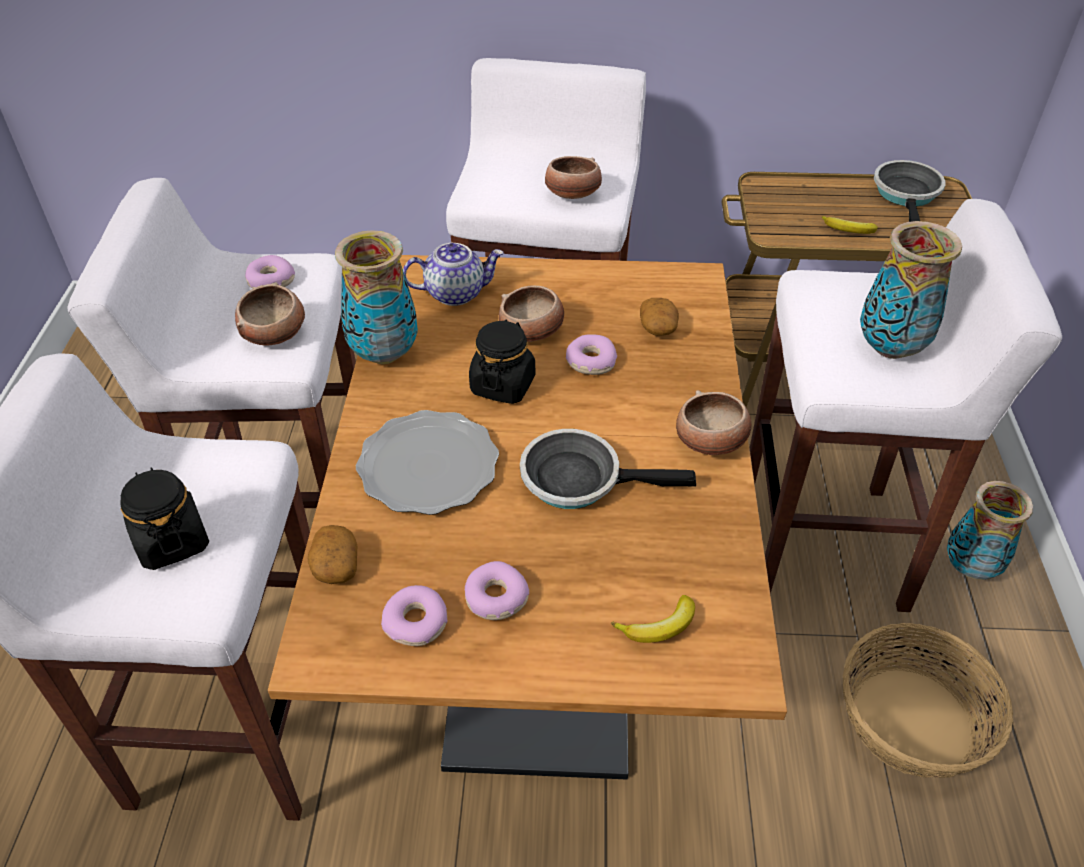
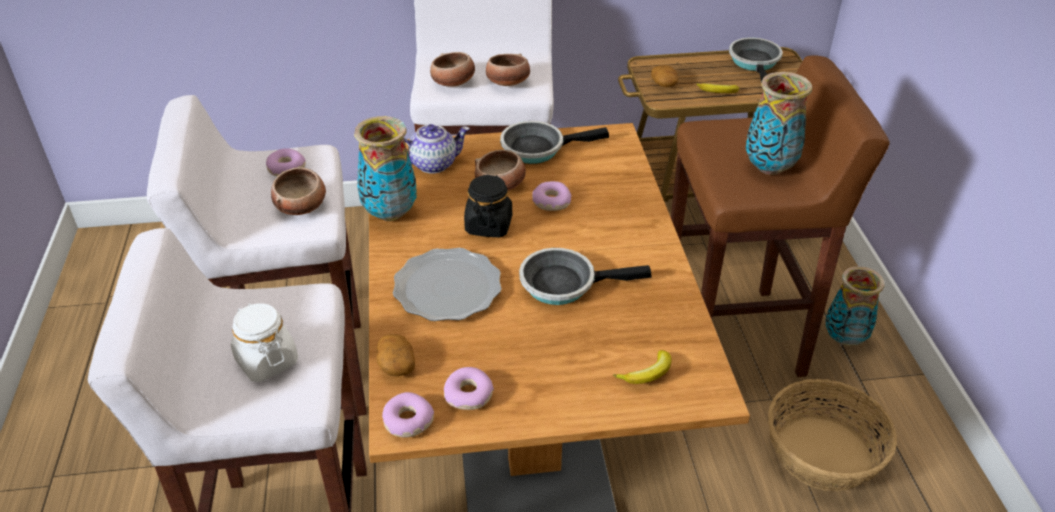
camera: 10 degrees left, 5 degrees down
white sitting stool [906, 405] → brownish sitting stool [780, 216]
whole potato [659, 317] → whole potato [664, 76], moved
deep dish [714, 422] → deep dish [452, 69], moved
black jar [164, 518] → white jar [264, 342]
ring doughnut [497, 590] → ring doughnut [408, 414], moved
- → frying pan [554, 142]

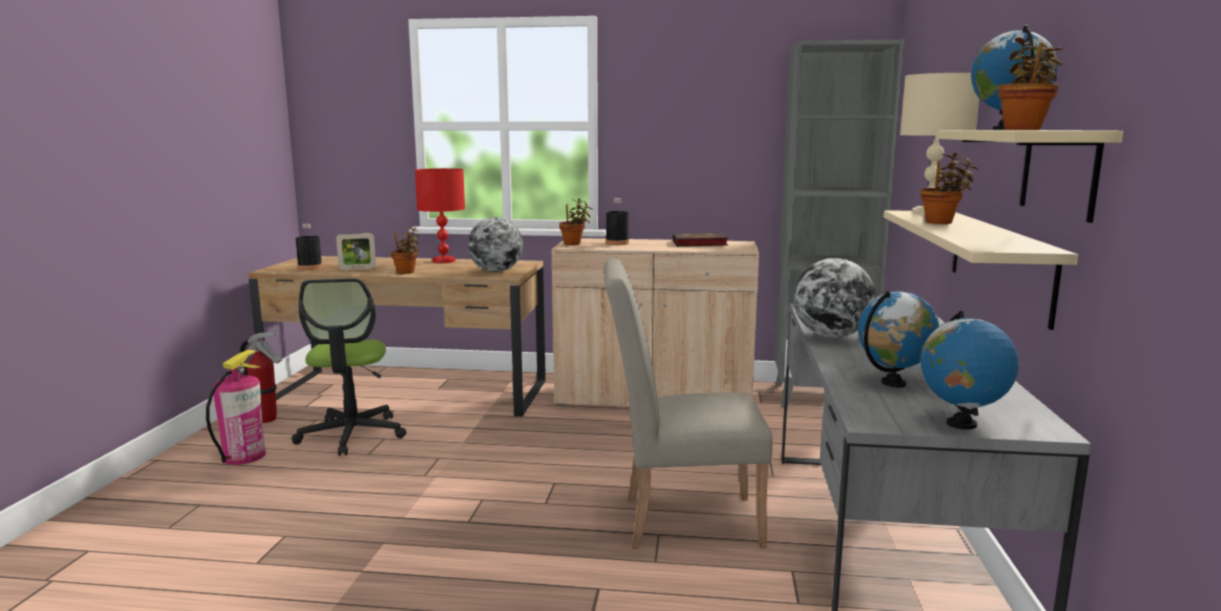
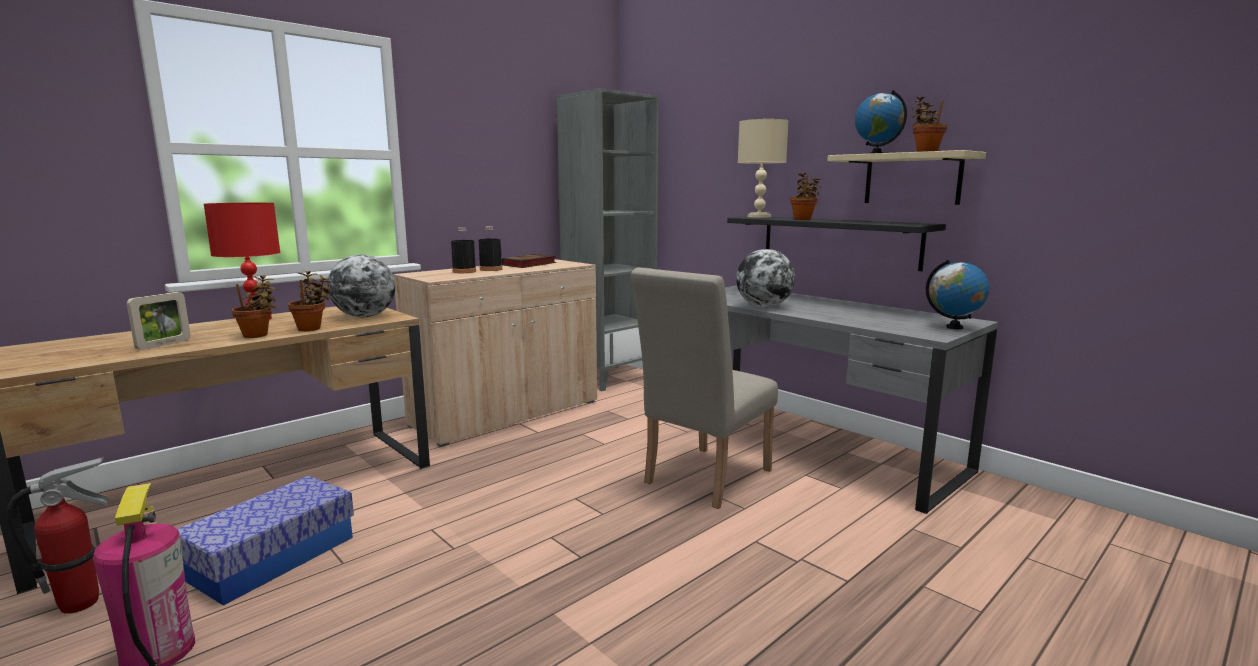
camera: 50 degrees left, 0 degrees up
houseplant [575, 222] → houseplant [309, 301], moved
sand-coloured bracket shelf [981, 270] → black bracket shelf [836, 244]
black bottle [308, 246] → black bottle [491, 248], moved
office chair [349, 367] → storage container [265, 541]
desk globe [898, 339] → -

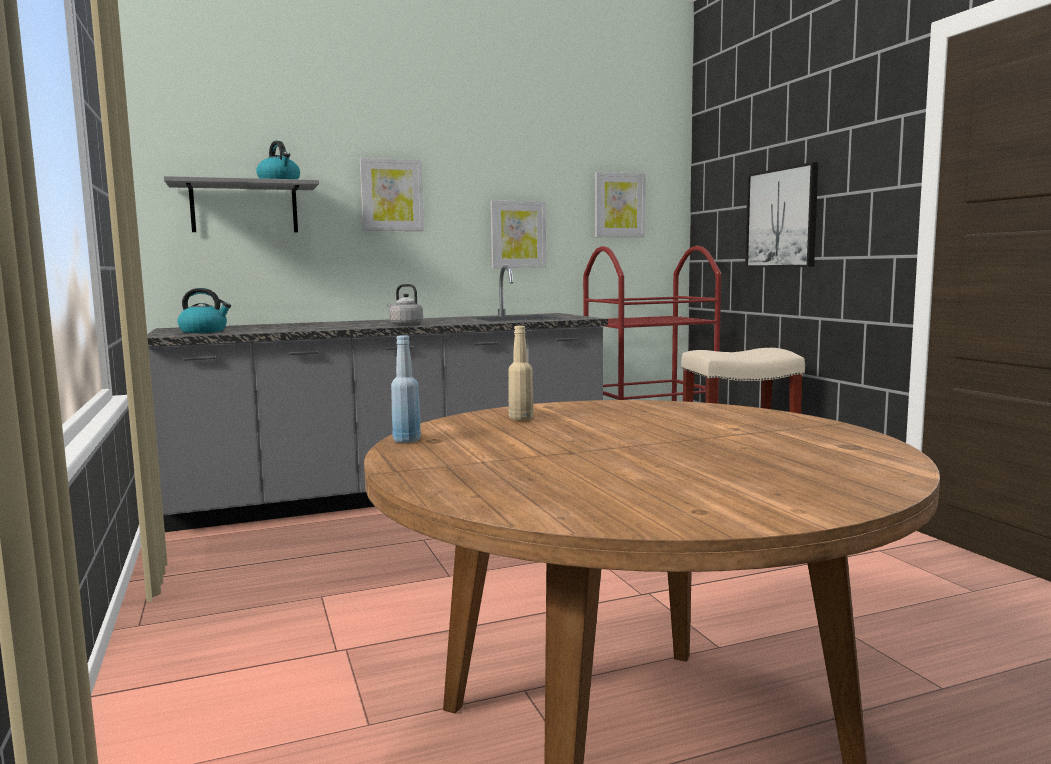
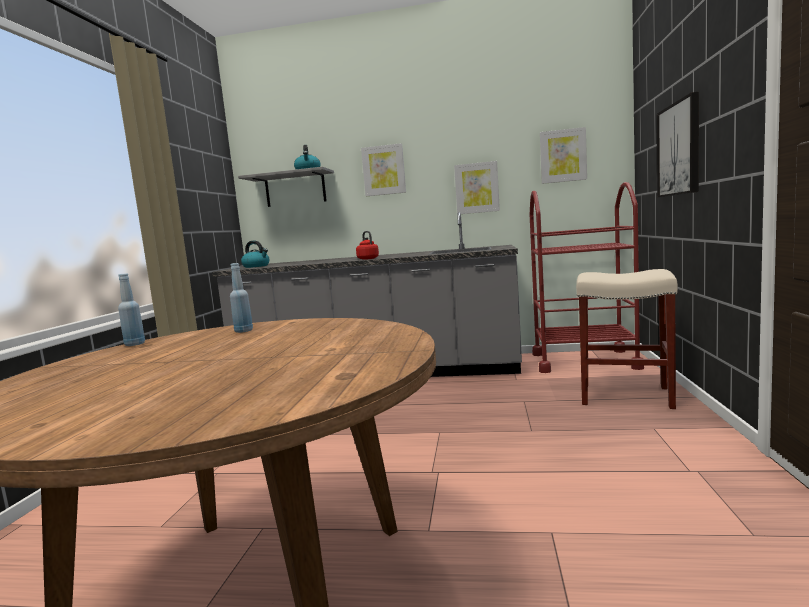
camera: 30 degrees right, 0 degrees up
greyish tea kettle [405, 305] → reddish tea kettle [367, 245]
sand-coloured bottle [521, 373] → blue-coloured bottle [241, 298]

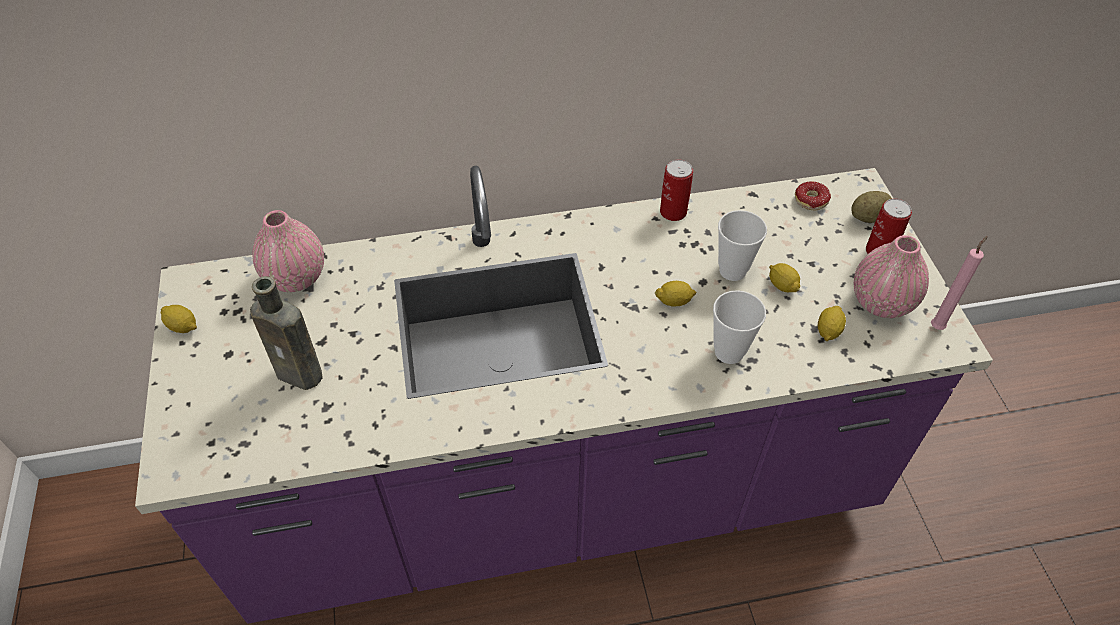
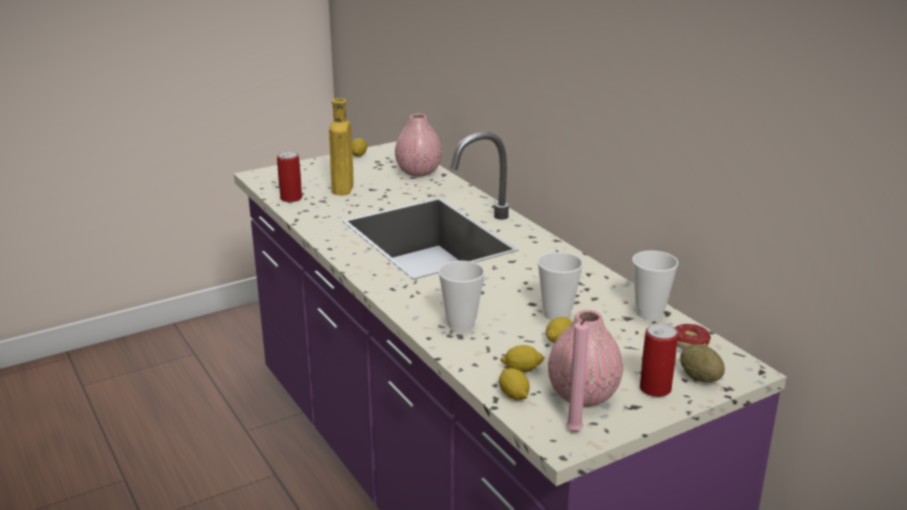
camera: 70 degrees right, 25 degrees down
sealed can [676, 190] → sealed can [289, 176], moved
brownish bottle [286, 333] → yellow bottle [341, 146]
citrus fruit [676, 293] → citrus fruit [514, 384], moved
- → drinking cup [655, 285]

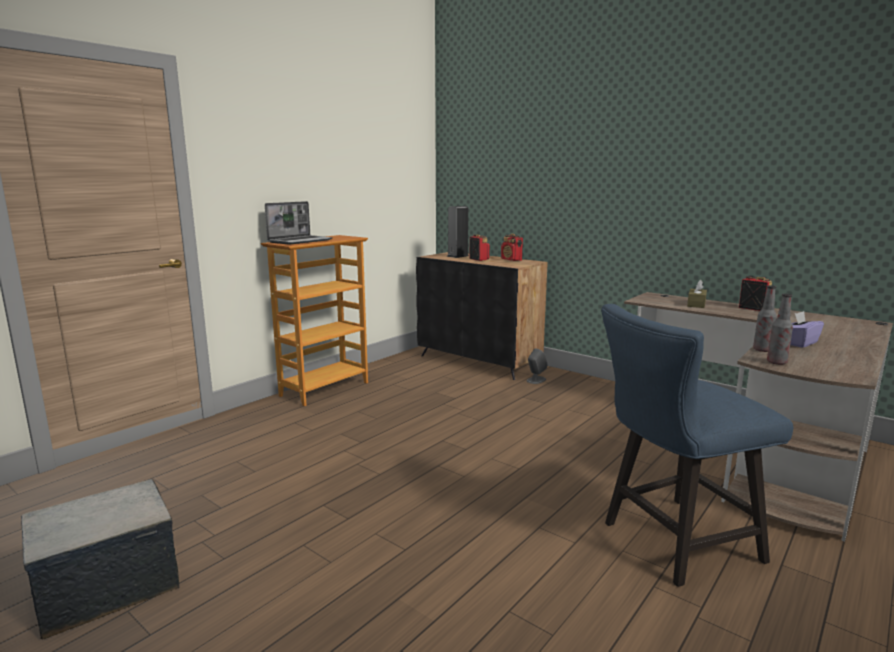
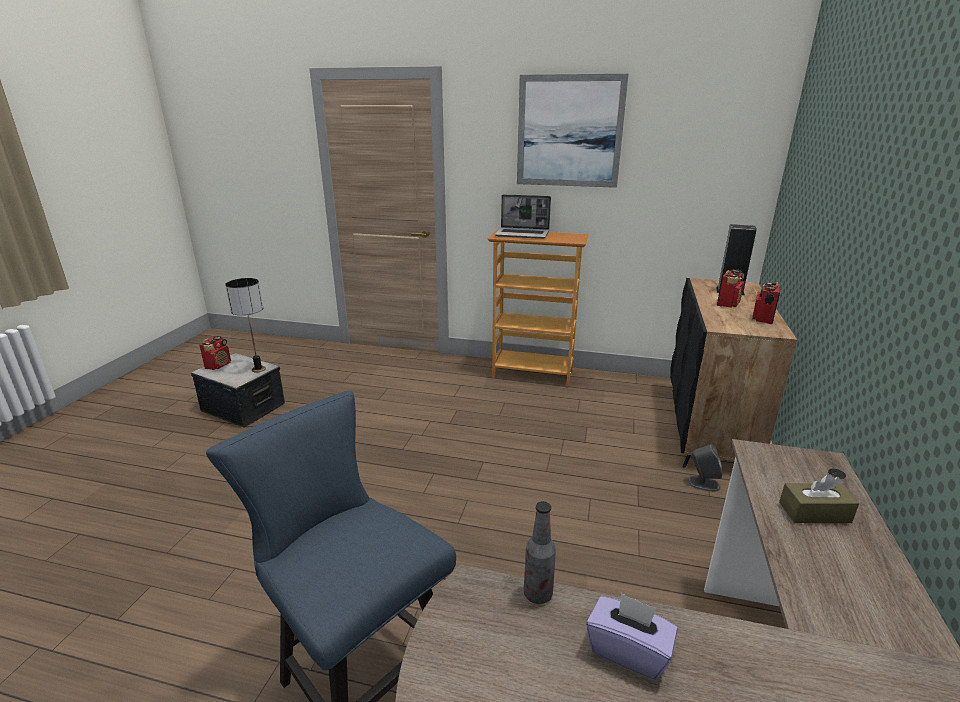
camera: 65 degrees right, 10 degrees up
radio set [755, 293] → radio set [215, 353], moved
bottle [780, 329] → -
- → wall art [572, 131]
- → lamp for a table [245, 325]

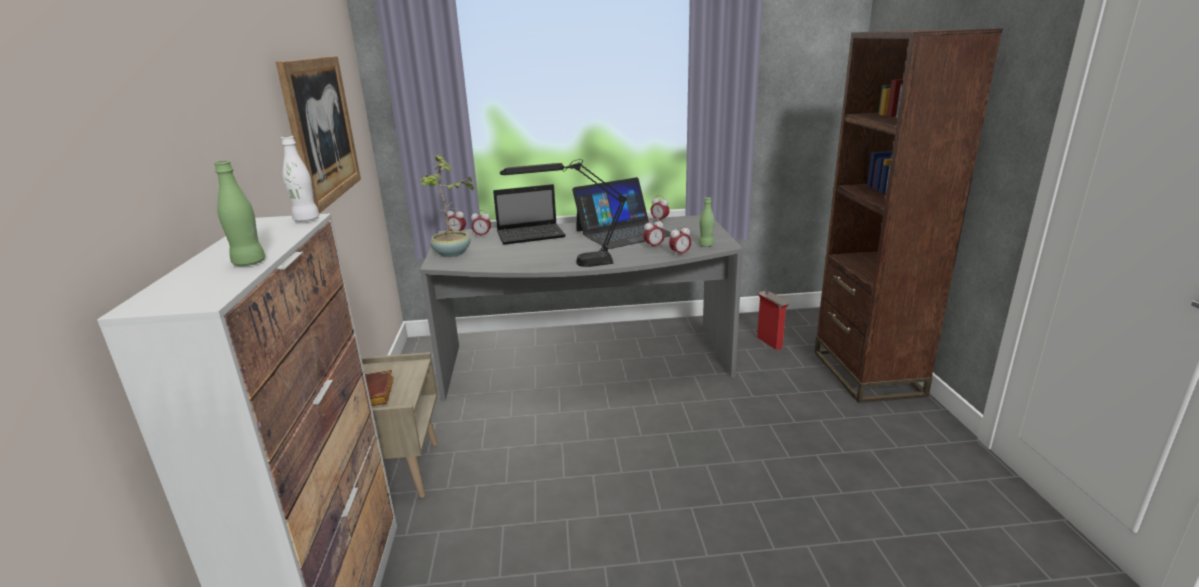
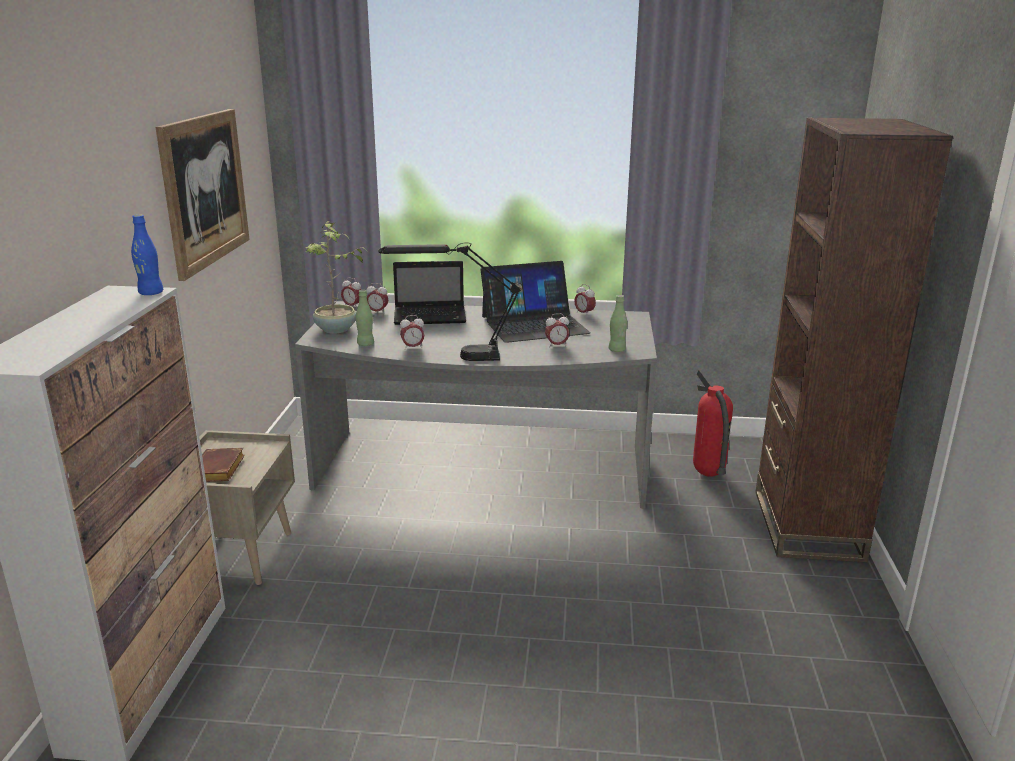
camera: 10 degrees right, 0 degrees up
white bottle [300, 179] → blue-coloured bottle [147, 254]
greenish bottle [239, 213] → greenish bottle [365, 318], moved
table clock [680, 241] → table clock [412, 332], moved
carton [773, 320] → fire-fighting cylinder [713, 423]

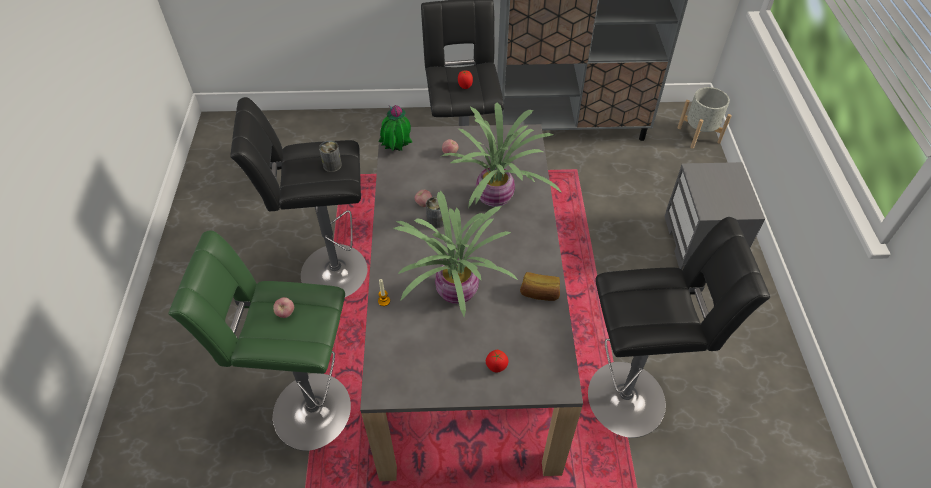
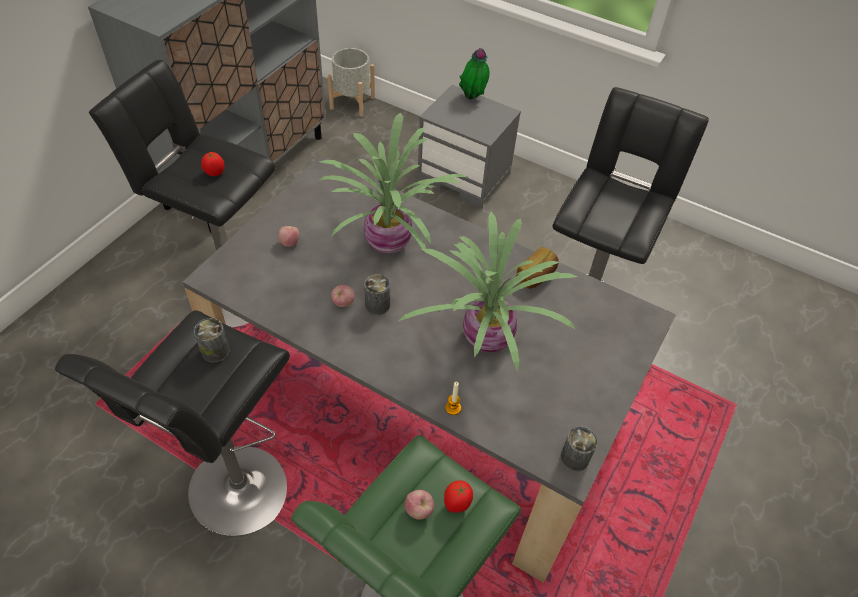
camera: 60 degrees left, 0 degrees up
houseplant [395, 128] → houseplant [474, 73], moved
fresh tomato [497, 361] → fresh tomato [458, 496], moved
- → sealed can [579, 449]

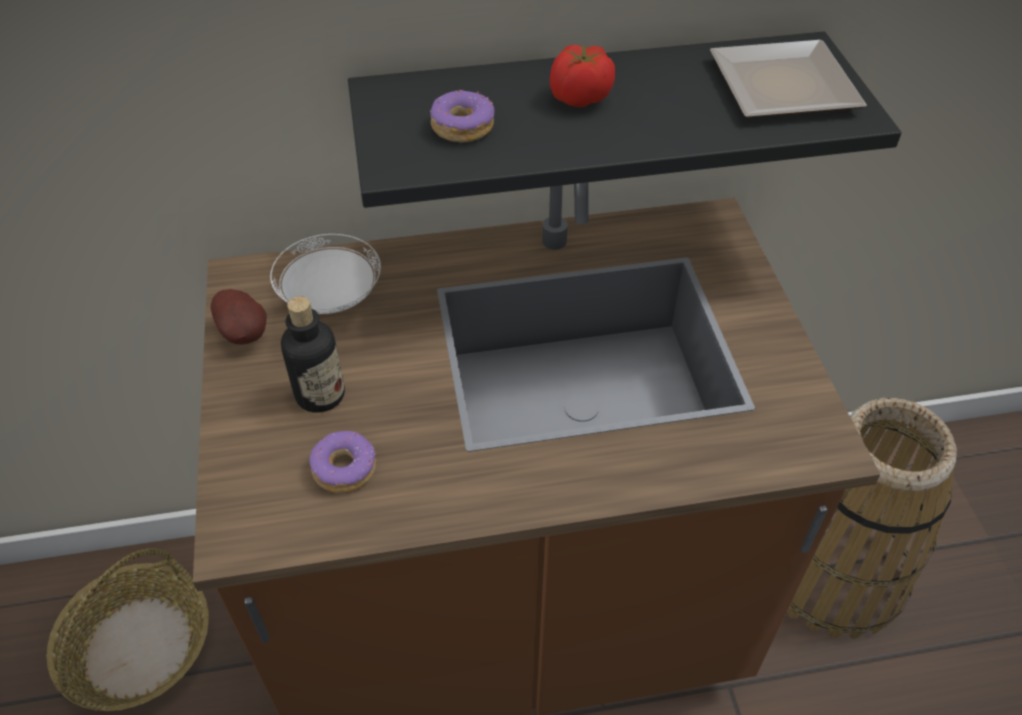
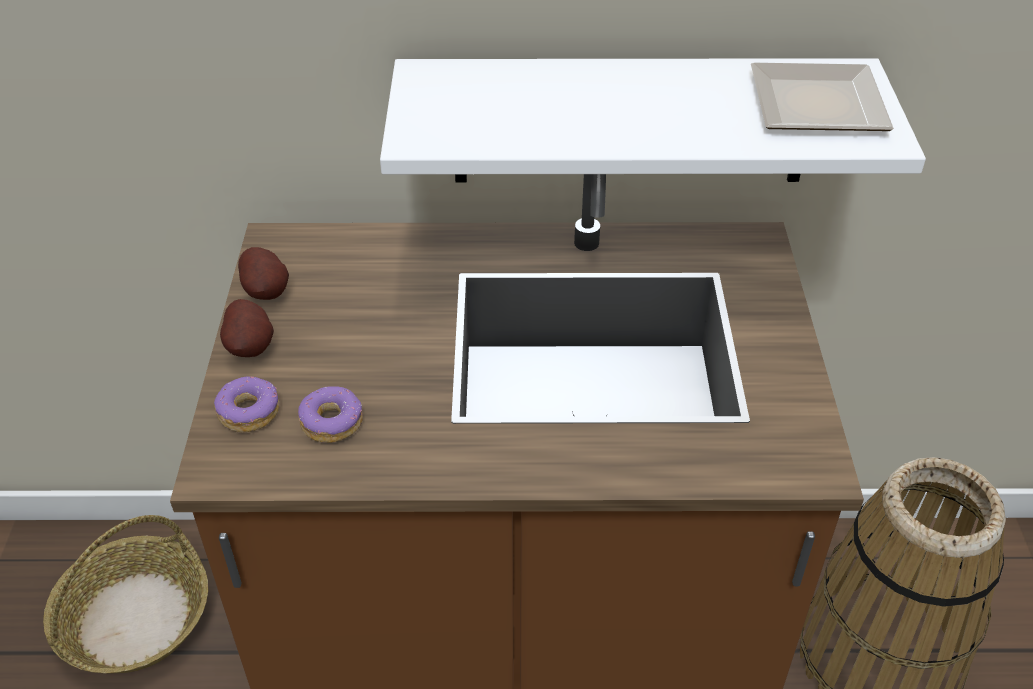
camera: 10 degrees right, 5 degrees down
black bracket shelf [625, 120] → white bracket shelf [653, 120]
fresh tomato [582, 75] → -
ring doughnut [462, 116] → ring doughnut [246, 404], moved
white plate [325, 274] → -
bottle [313, 354] → -
- → whole potato [247, 328]

